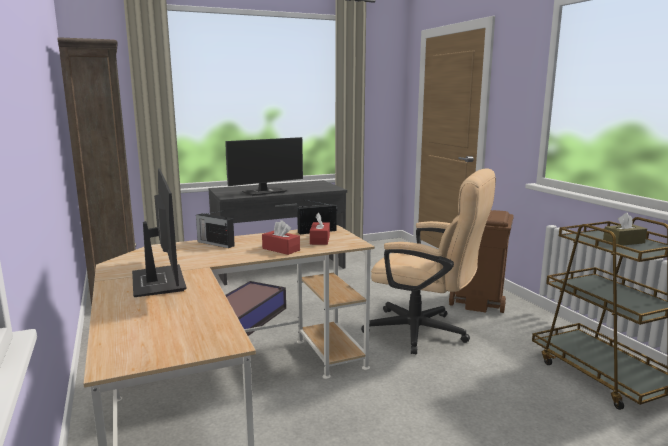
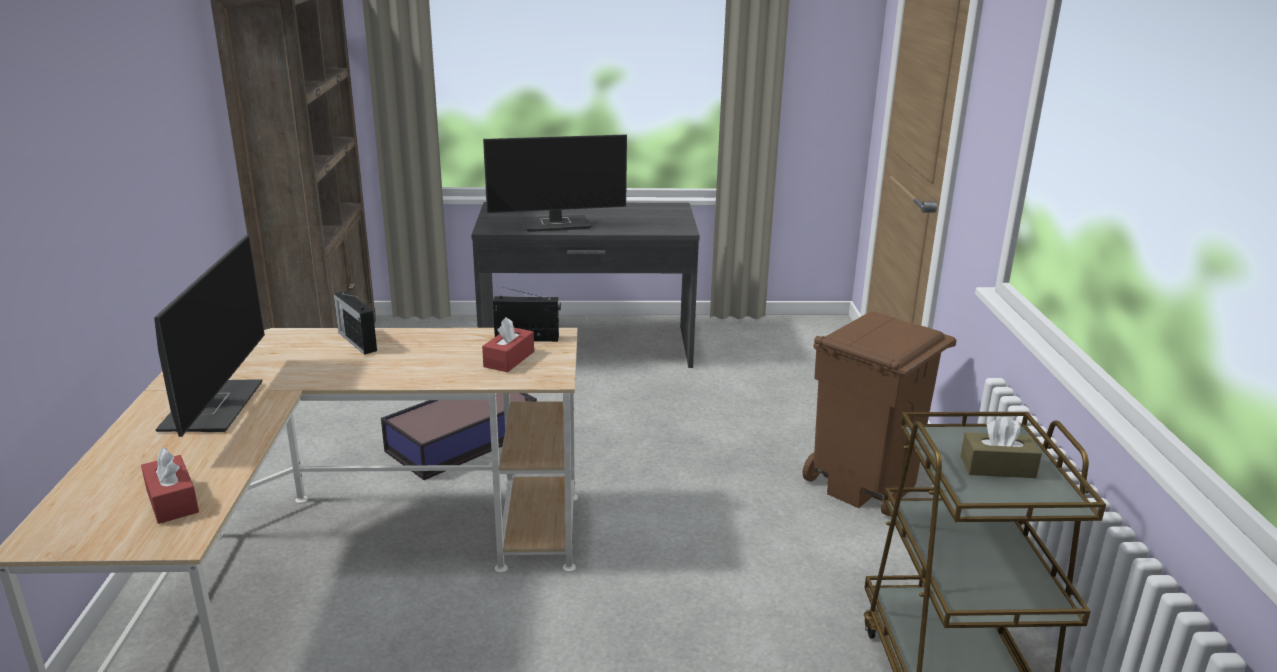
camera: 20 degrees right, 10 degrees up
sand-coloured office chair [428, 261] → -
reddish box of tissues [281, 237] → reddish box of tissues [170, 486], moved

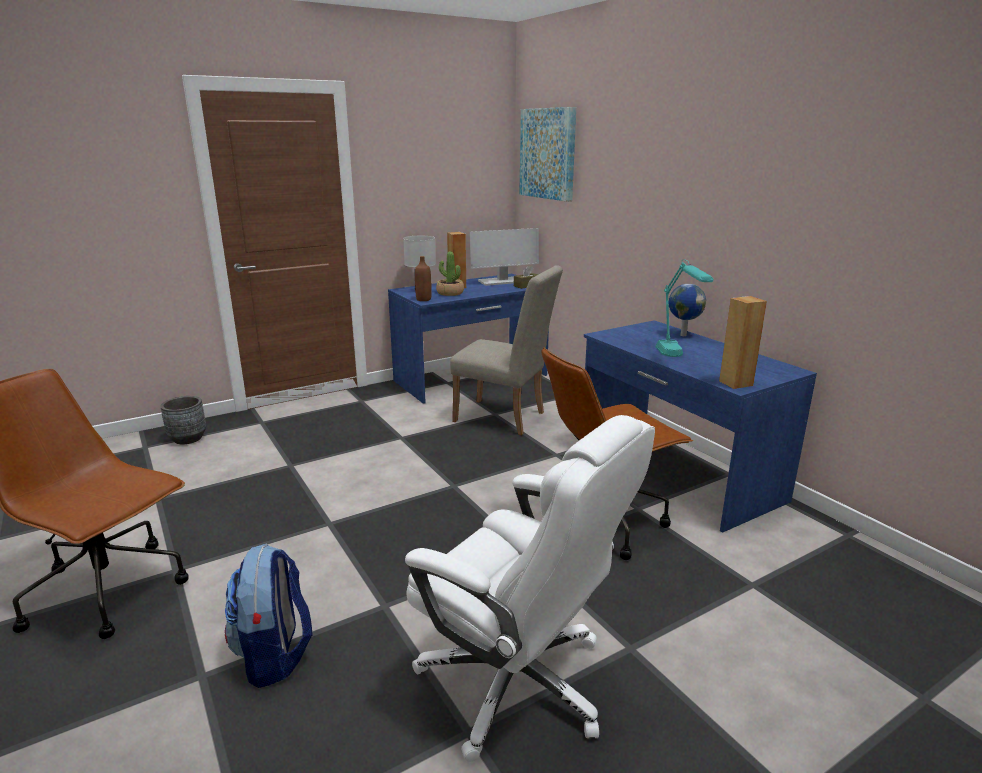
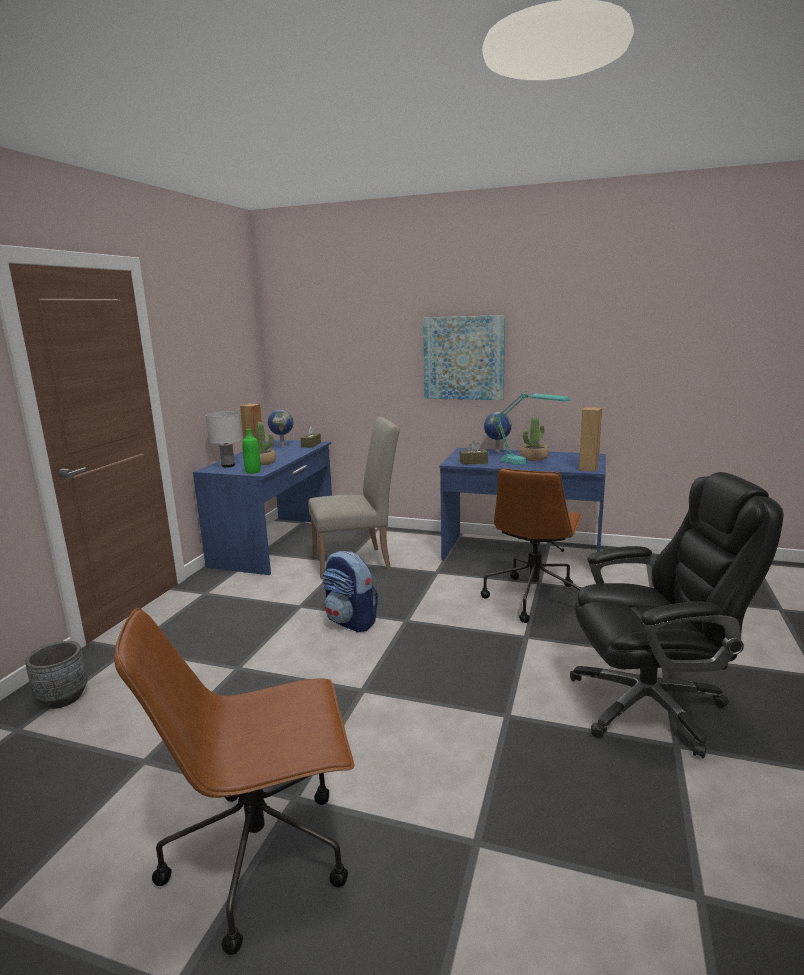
camera: 40 degrees left, 5 degrees down
wall art [547, 154] → wall art [464, 357], moved
computer screen [504, 257] → desk globe [280, 428]
brownish bottle [423, 278] → greenish bottle [251, 451]
white office chair [530, 588] → black office chair [676, 615]
knapsack [269, 616] → knapsack [350, 592], moved
- → houseplant [534, 438]
- → brownish box of tissues [474, 453]

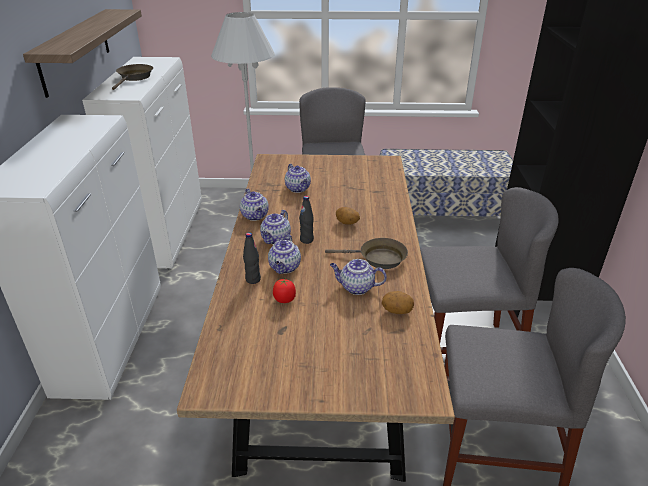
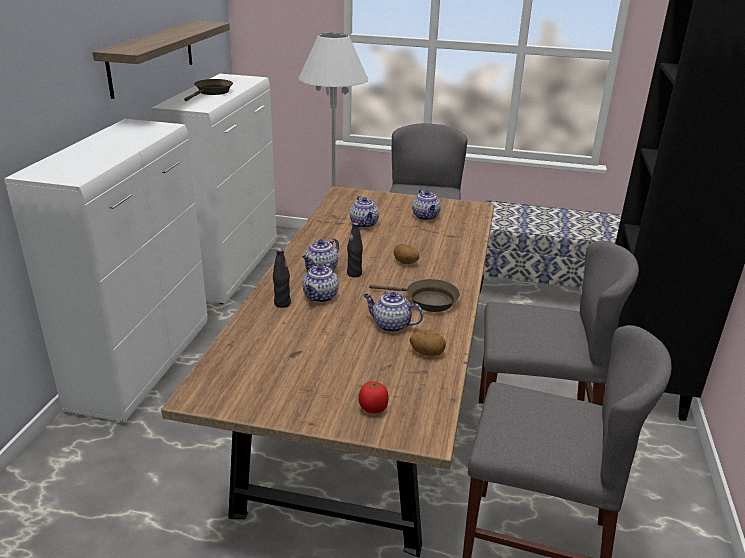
camera: 10 degrees right, 5 degrees down
teapot [254, 205] → teapot [426, 204], moved
fresh tomato [284, 290] → fresh tomato [373, 396], moved

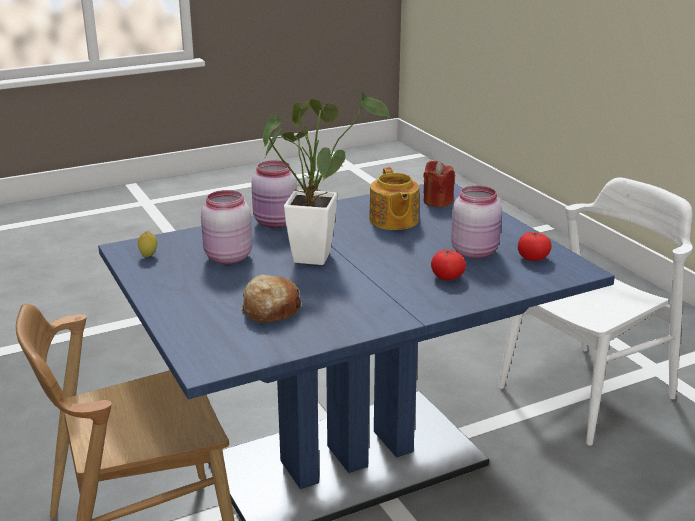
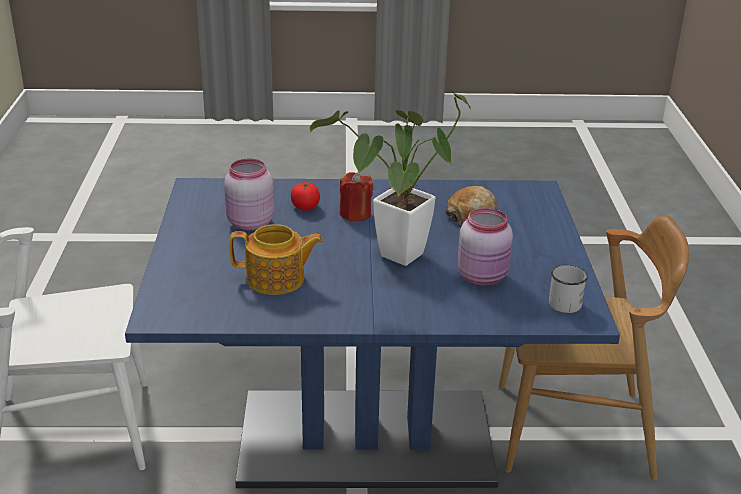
camera: 155 degrees left, 5 degrees up
pinkish jar [274, 194] → -
reddish wax light [439, 184] → reddish wax light [356, 196], moved
teapot [394, 198] → teapot [276, 259], 75 degrees clockwise
citrus fruit [147, 244] → white tea mug [568, 289]
fresh tomato [535, 246] → -

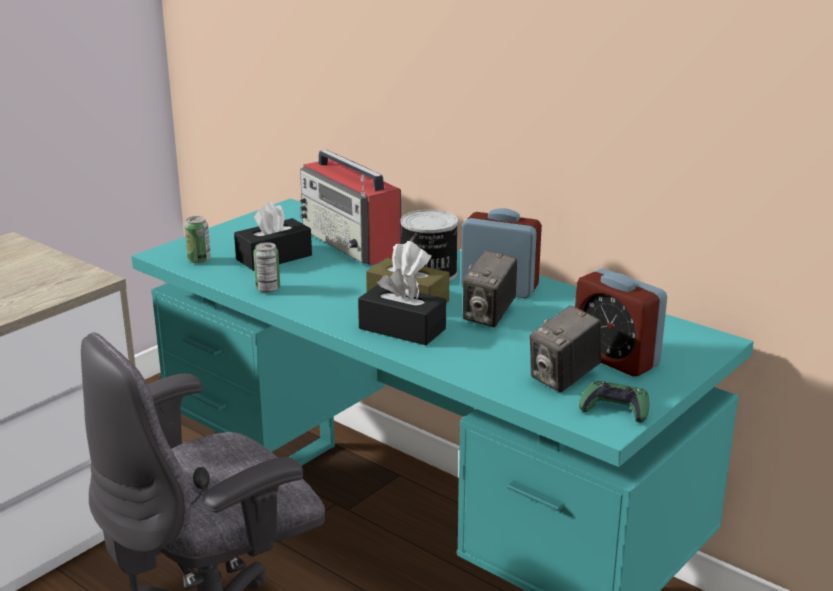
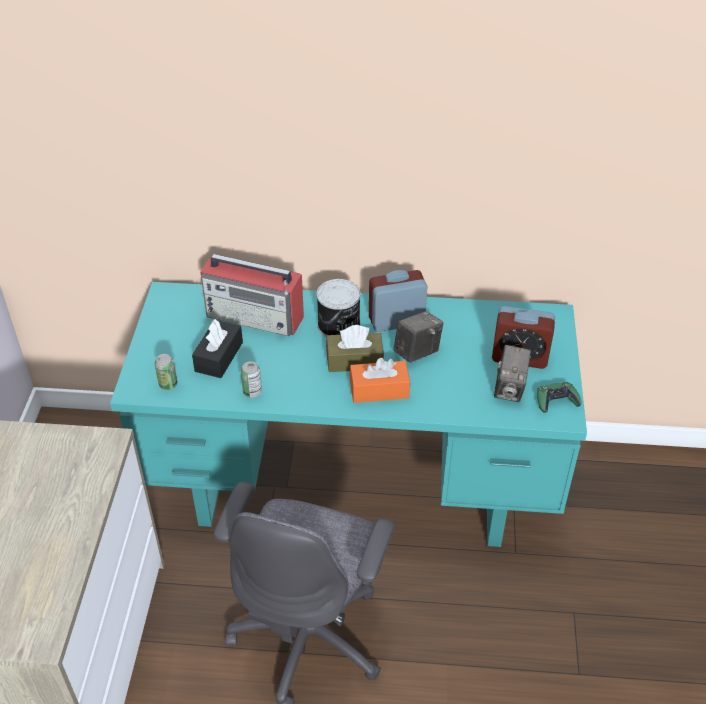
camera: 35 degrees left, 20 degrees up
still camera [490, 288] → still camera [418, 337], 120 degrees counterclockwise
black box of tissues [402, 307] → orange-coloured box of tissues [380, 380]

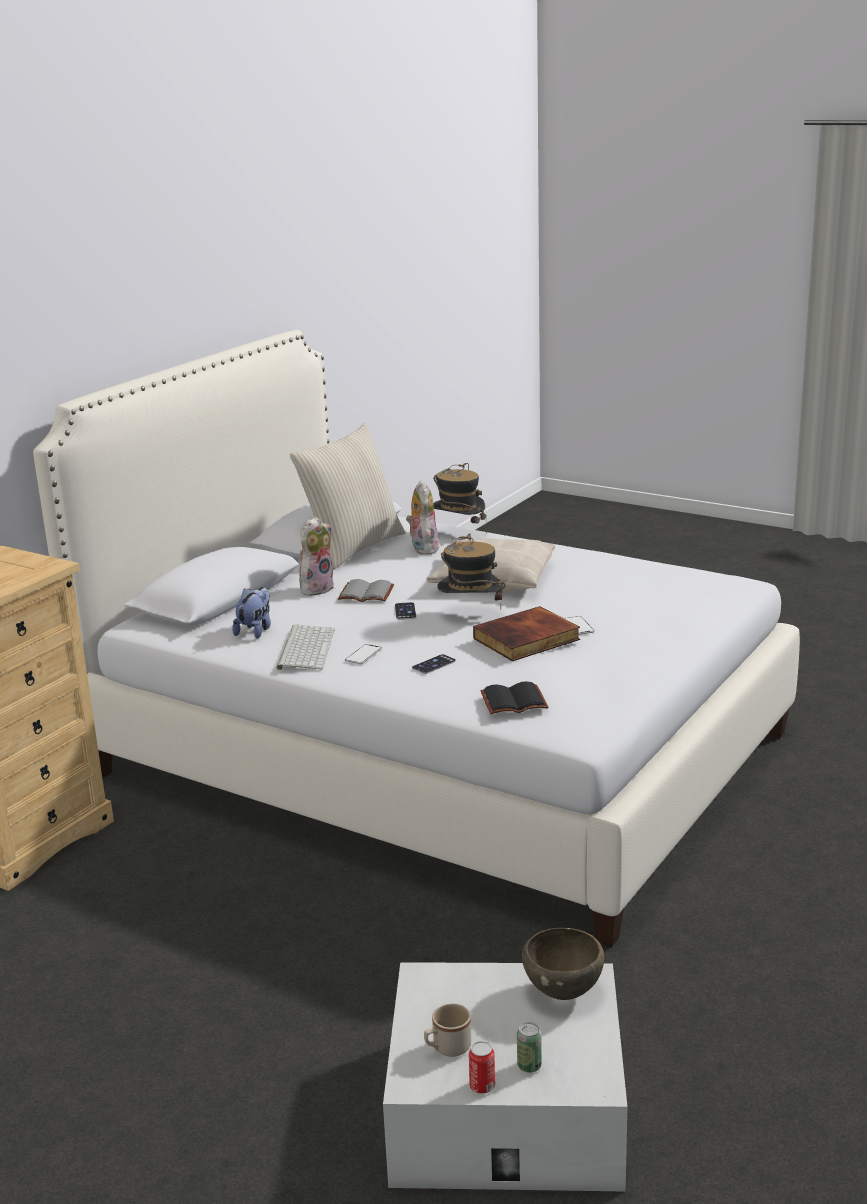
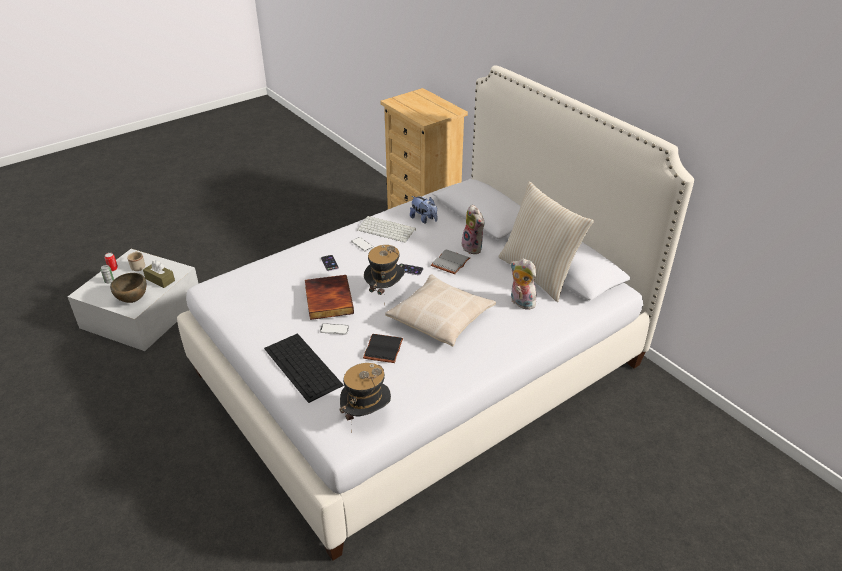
camera: 110 degrees right, 15 degrees up
wearable hat [460, 498] → wearable hat [365, 398], moved
soft toy [422, 517] → soft toy [523, 284], 150 degrees counterclockwise
black volume [514, 697] → black volume [383, 348], moved
- → brownish box of tissues [159, 274]
- → PC keyboard [304, 368]

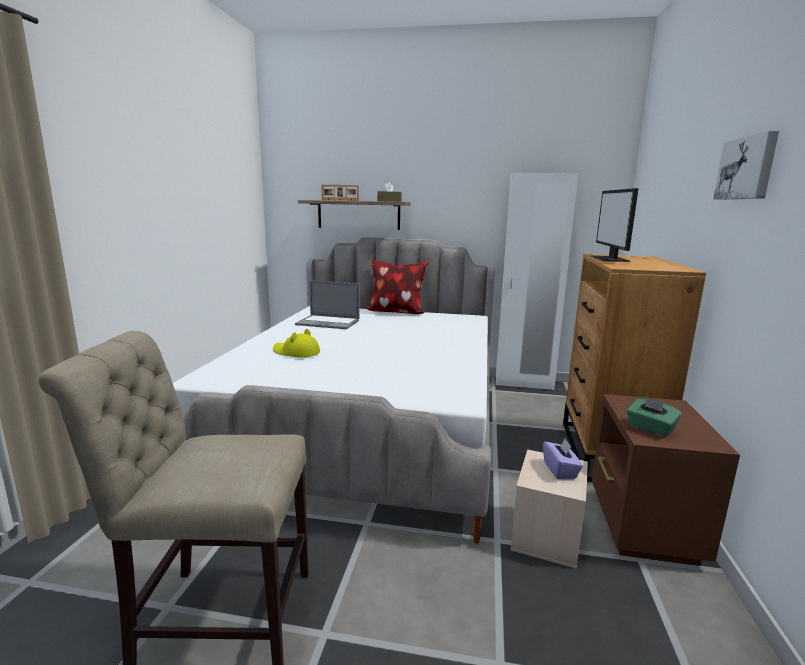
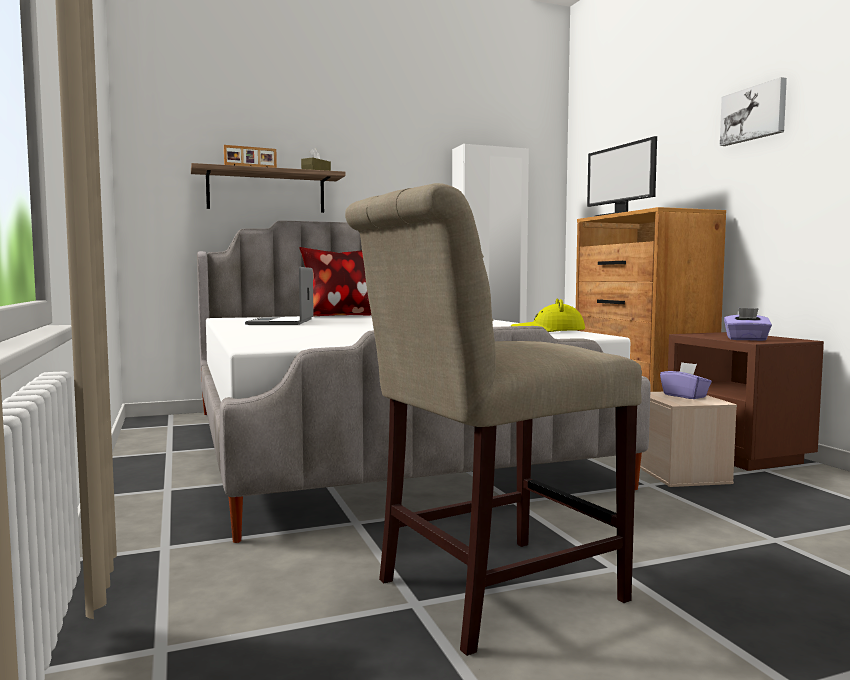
camera: 30 degrees left, 10 degrees down
laptop [327, 304] → laptop [279, 296], 105 degrees clockwise
yellow wearable hat [296, 343] → yellow wearable hat [548, 315], moved
greenish box of tissues [654, 416] → purple box of tissues [748, 324]

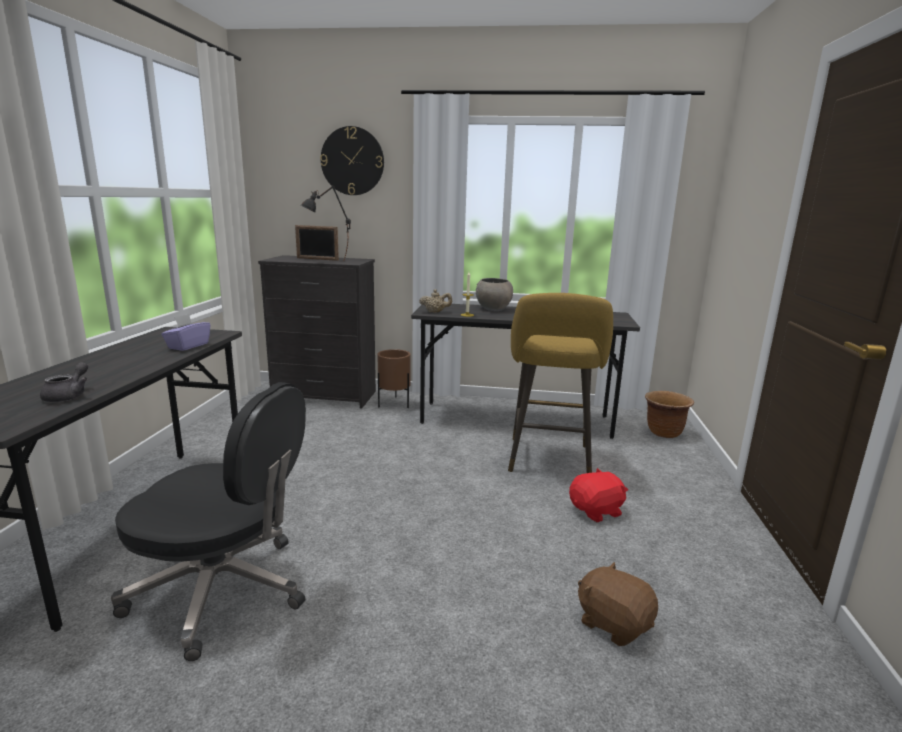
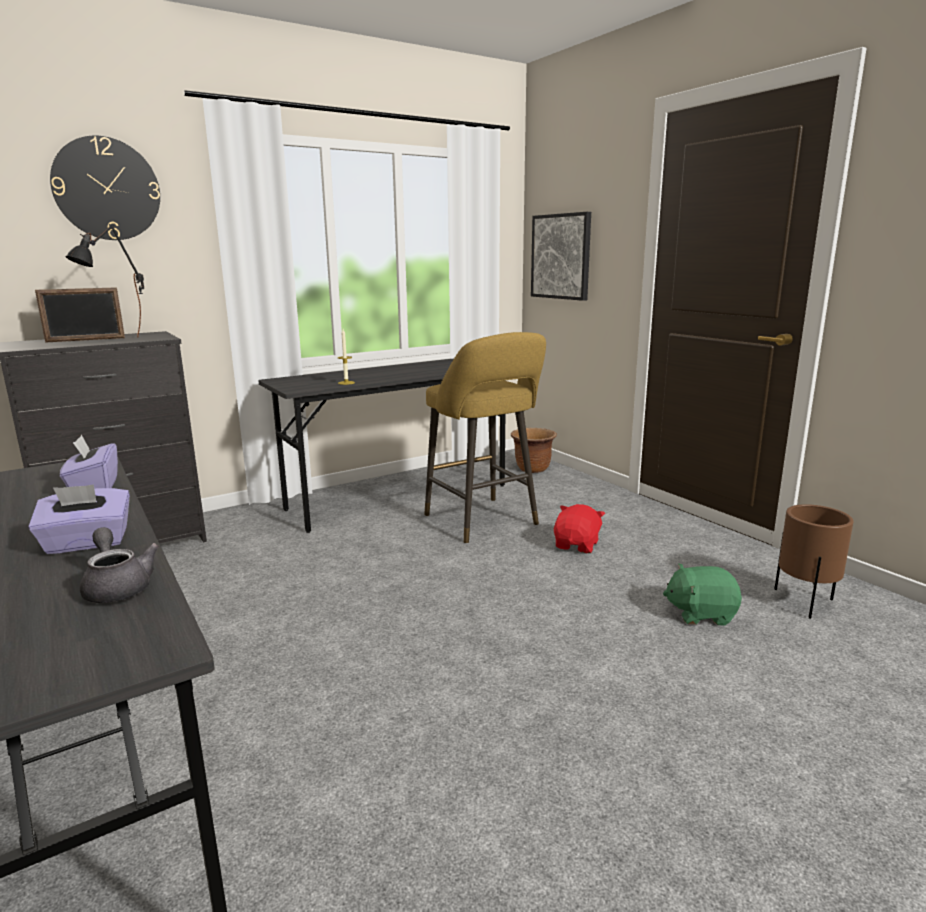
camera: 40 degrees left, 0 degrees up
greyish deep dish [494, 294] → -
sand-coloured teapot [435, 301] → -
brownish plant pot [394, 378] → brownish plant pot [814, 561], moved
black office chair [208, 521] → -
brownish soft toy [618, 604] → greenish soft toy [702, 594]
- → wall art [561, 256]
- → purple box of tissues [79, 519]

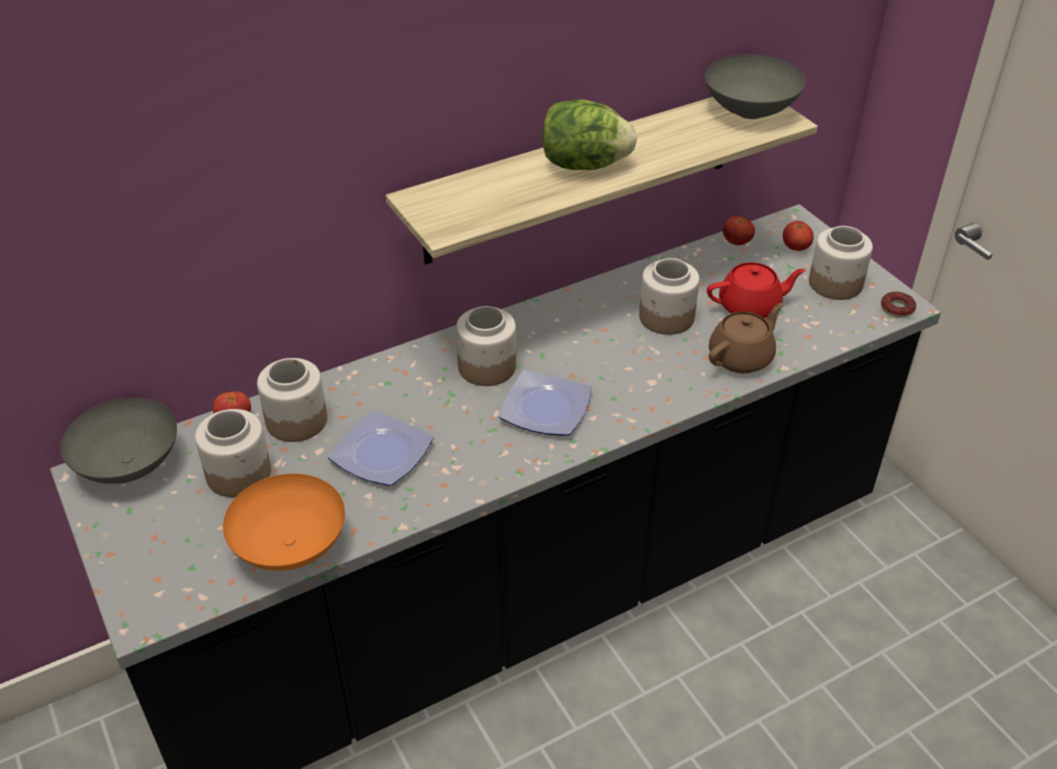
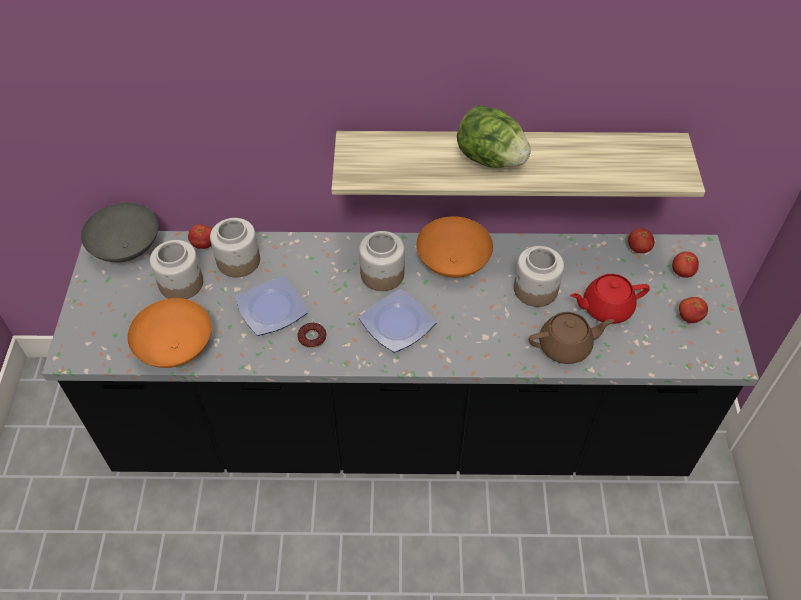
camera: 30 degrees right, 10 degrees up
greyish deep dish [755, 86] → -
jar [841, 263] → fresh tomato [693, 310]
reddish teapot [756, 290] → reddish teapot [610, 299], 150 degrees clockwise
ring doughnut [898, 305] → ring doughnut [312, 335], moved
- → orange-coloured deep dish [454, 247]

